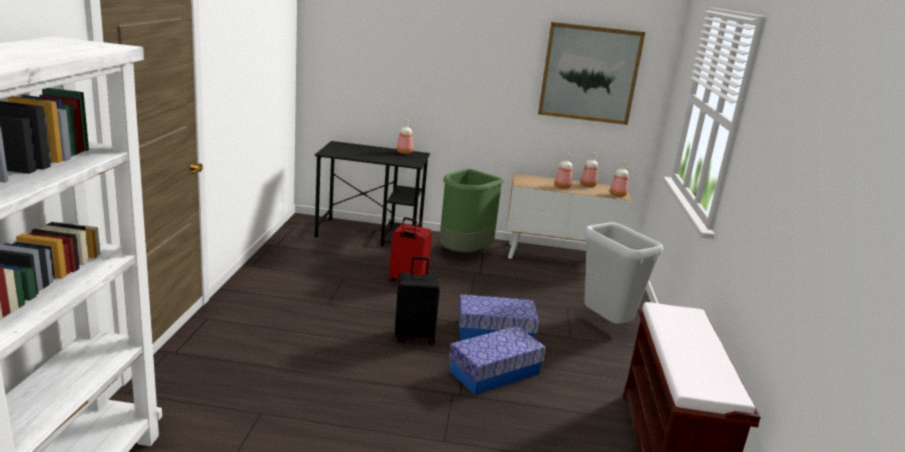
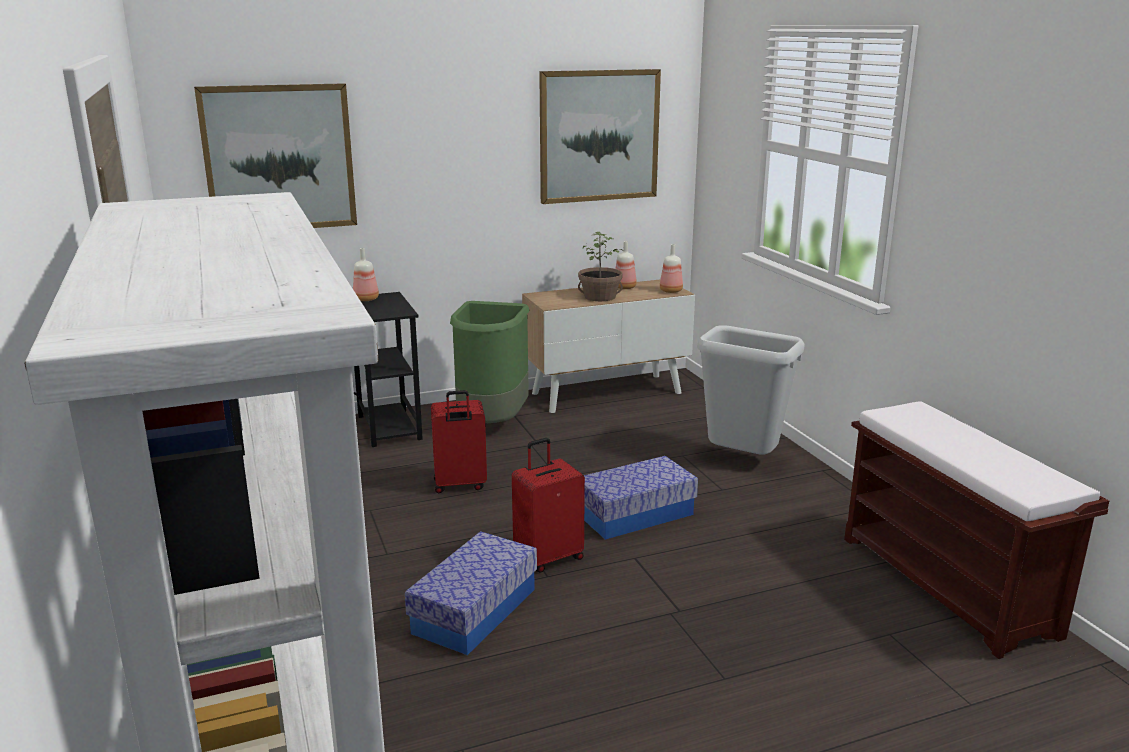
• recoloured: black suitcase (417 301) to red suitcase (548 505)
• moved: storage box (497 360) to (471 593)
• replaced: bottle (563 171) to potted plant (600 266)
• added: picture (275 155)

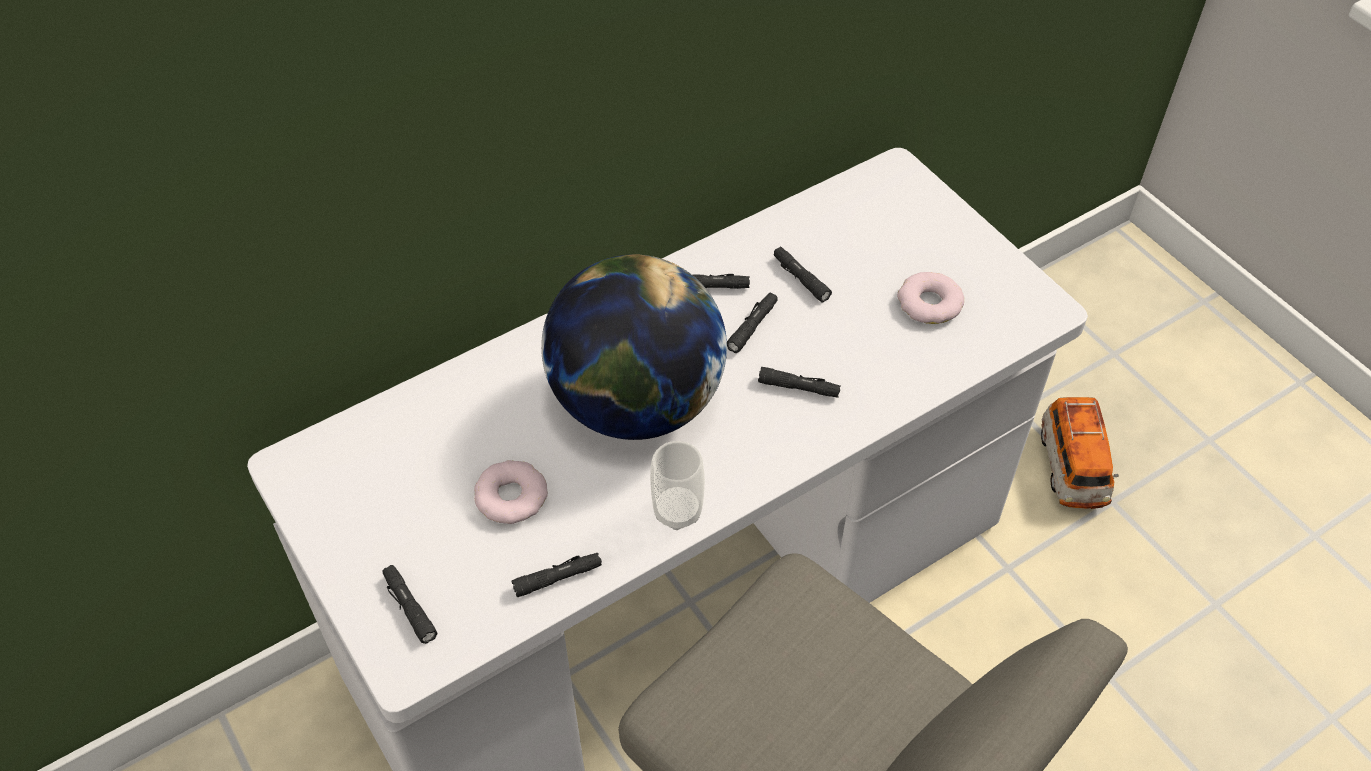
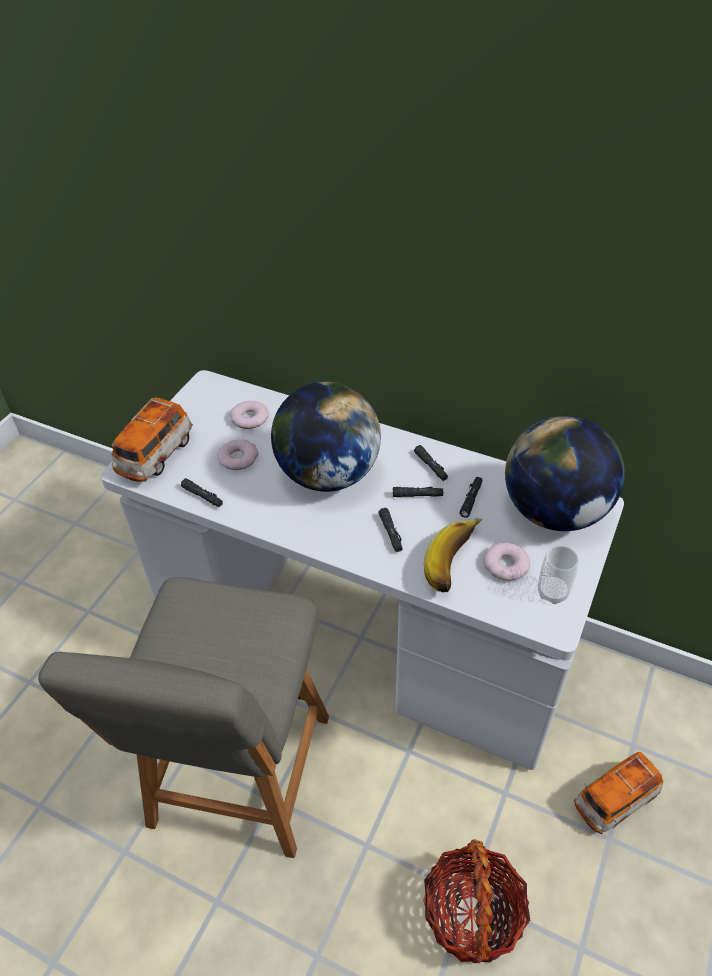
• replaced: black flashlight (410 604) to toy car (152 439)
• moved: cup (677 485) to (558 574)
• added: donut (249 415)
• added: basket (476 901)
• added: banana (453 555)
• added: globe (565 473)

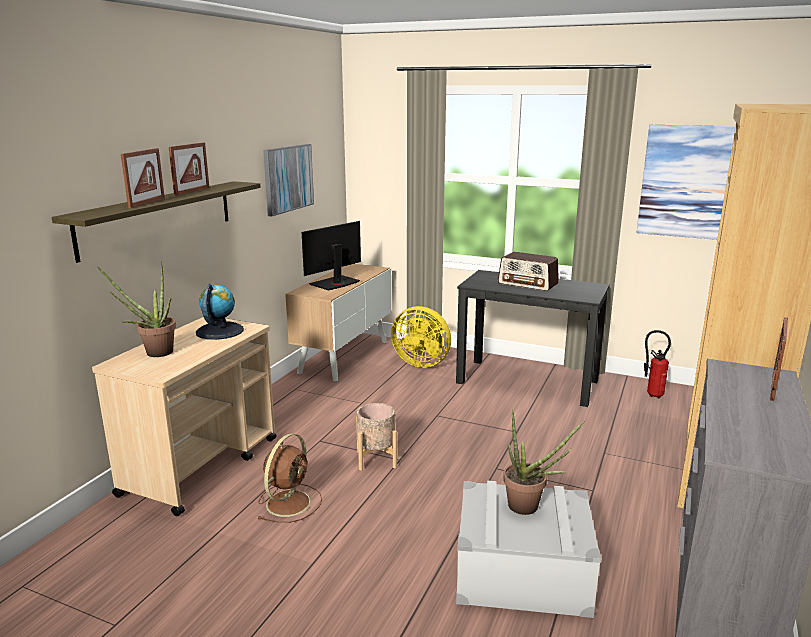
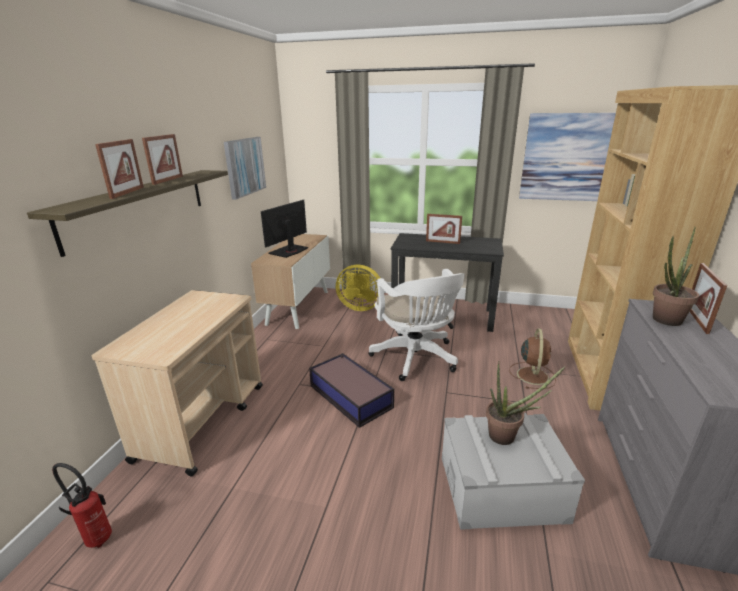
• moved: potted plant (136 309) to (676 276)
• removed: globe (220 312)
• moved: brown fan (290 478) to (532 358)
• replaced: beige planter (376 436) to storage box (351 390)
• replaced: radio (528 271) to picture frame (444 229)
• moved: fire extinguisher (657 364) to (82 505)
• added: white office chair (416 325)

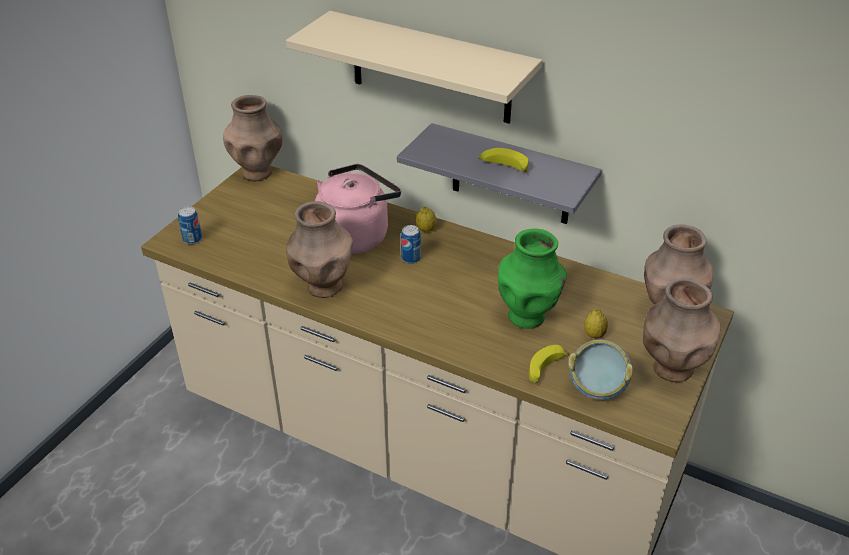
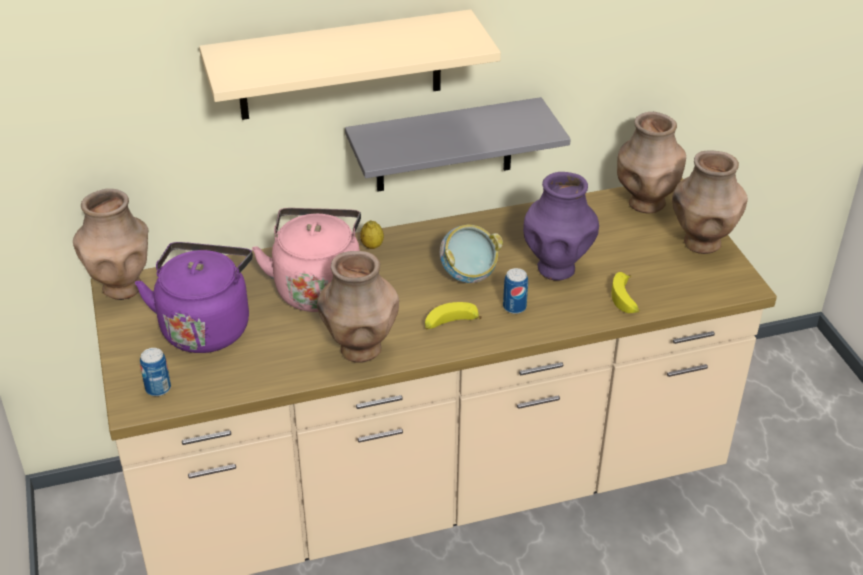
• moved: can (411 244) to (515 291)
• moved: banana (503 160) to (453 316)
• recoloured: green vase (532 279) to purple vase (561 226)
• moved: bowl (600 369) to (471 254)
• removed: lemon (596 323)
• added: purple kettle (194 297)

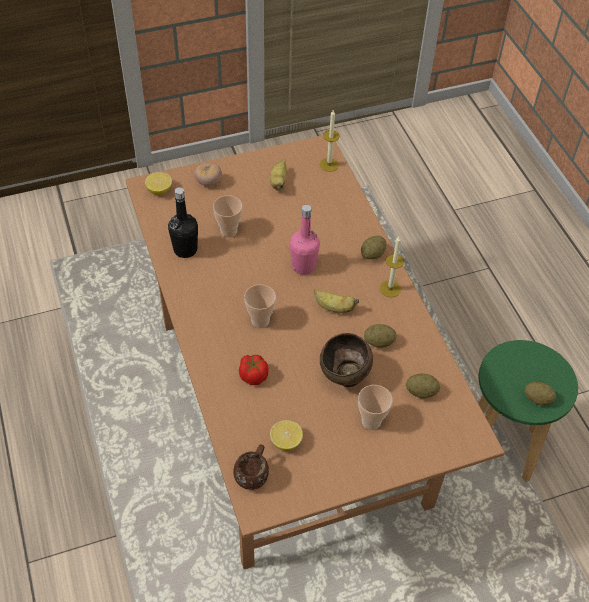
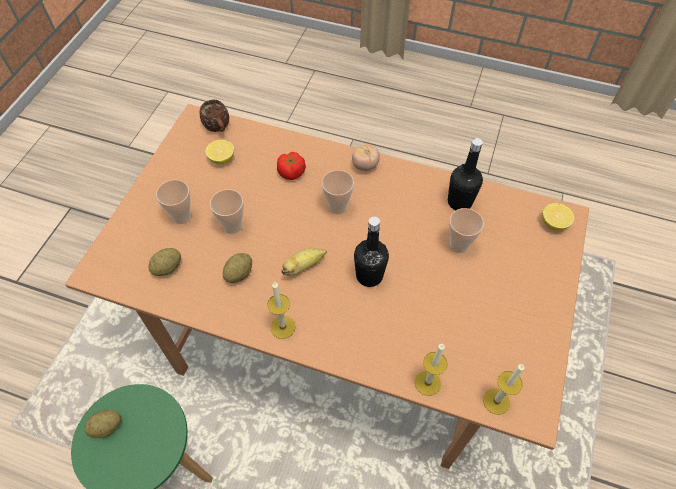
• moved: tomato (208 174) to (366 157)
• removed: banana (278 175)
• recoloured: pink bottle (305 240) to black bottle (371 252)
• replaced: brown bowl (346 360) to cup (227 211)
• removed: potato (374 247)
• added: candle (431 370)

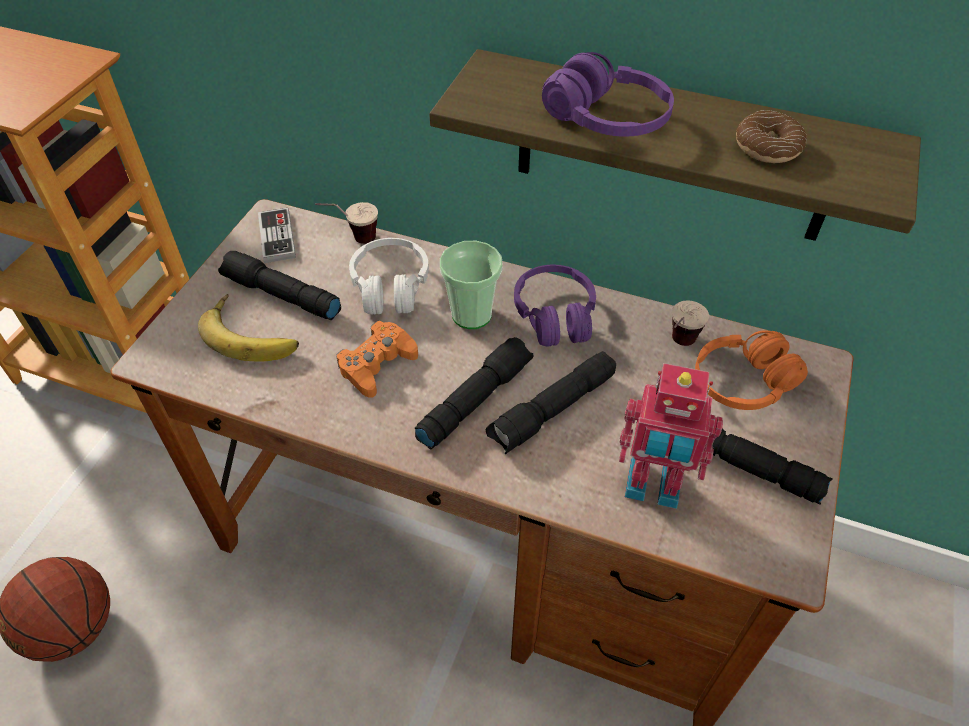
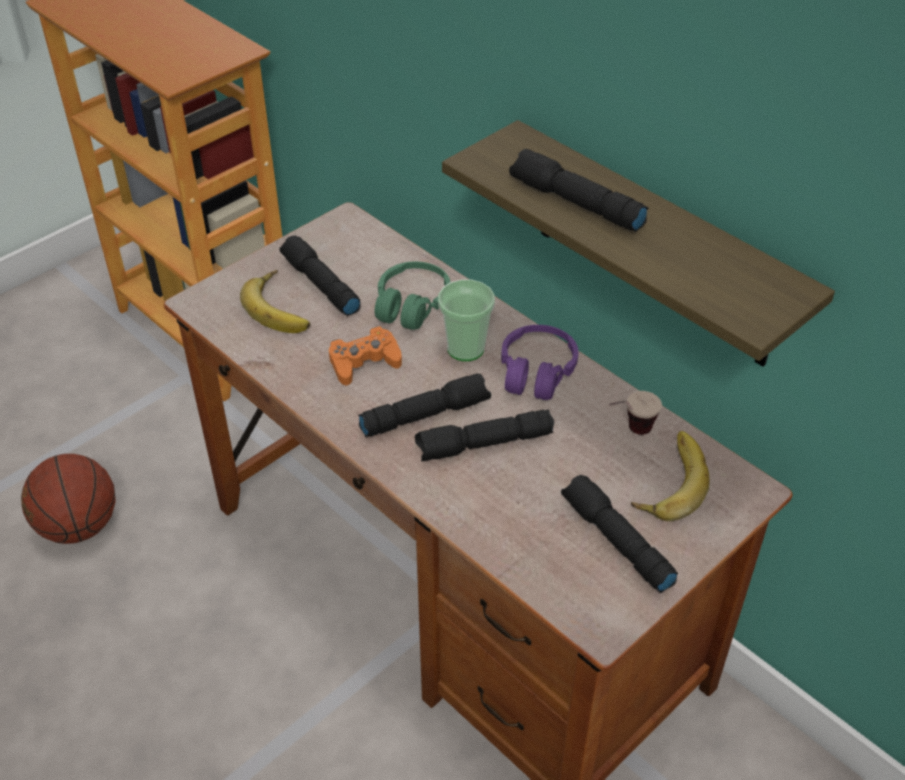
• removed: game controller (277 235)
• removed: cup (346 223)
• recoloured: white headphones (389 276) to green headphones (412 295)
• replaced: purple headphones (608 94) to black flashlight (578 190)
• removed: toy robot (671 436)
• replaced: orange headphones (751 370) to banana (670 476)
• removed: donut (771 136)

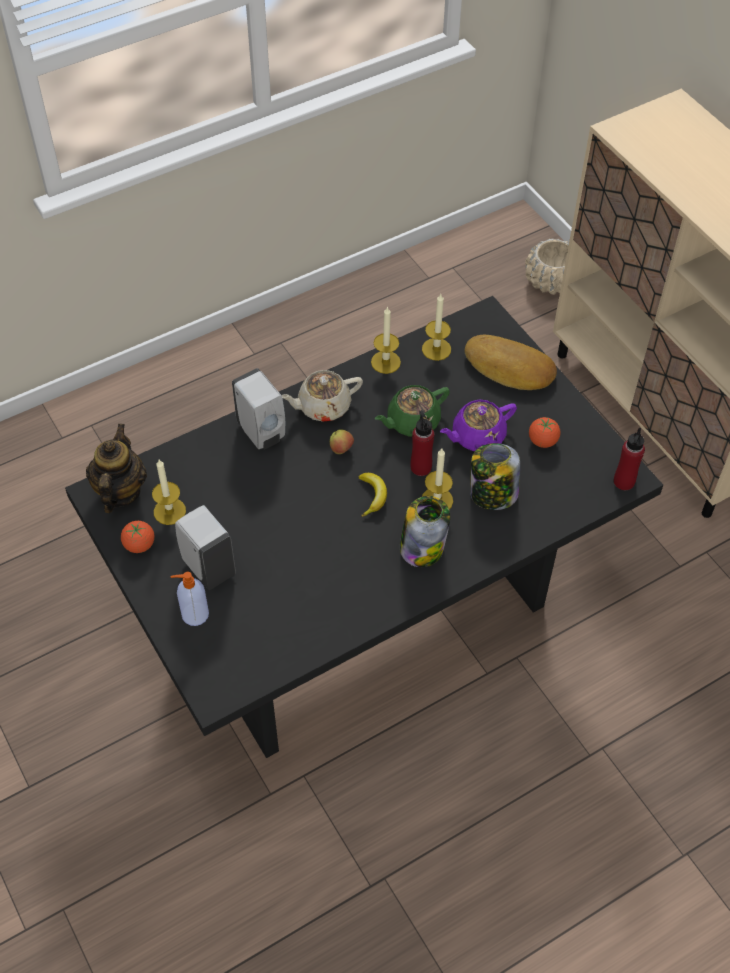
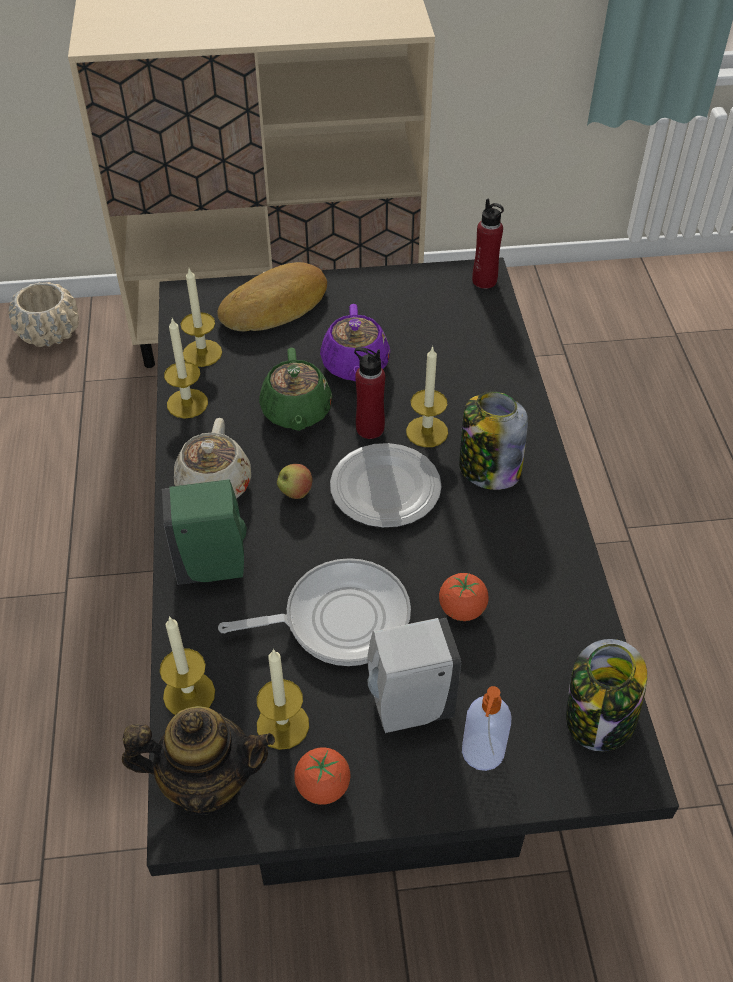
• turned: teapot (116 468) = (198 760) 150 degrees clockwise
• recoloured: white soap dispenser (258 408) to green soap dispenser (204 532)
• replaced: banana (373 495) to plate (386 485)
• moved: jar (495 476) to (606 695)
• moved: tomato (544 432) to (464 597)
• added: candle (187 665)
• added: frying pan (314 612)

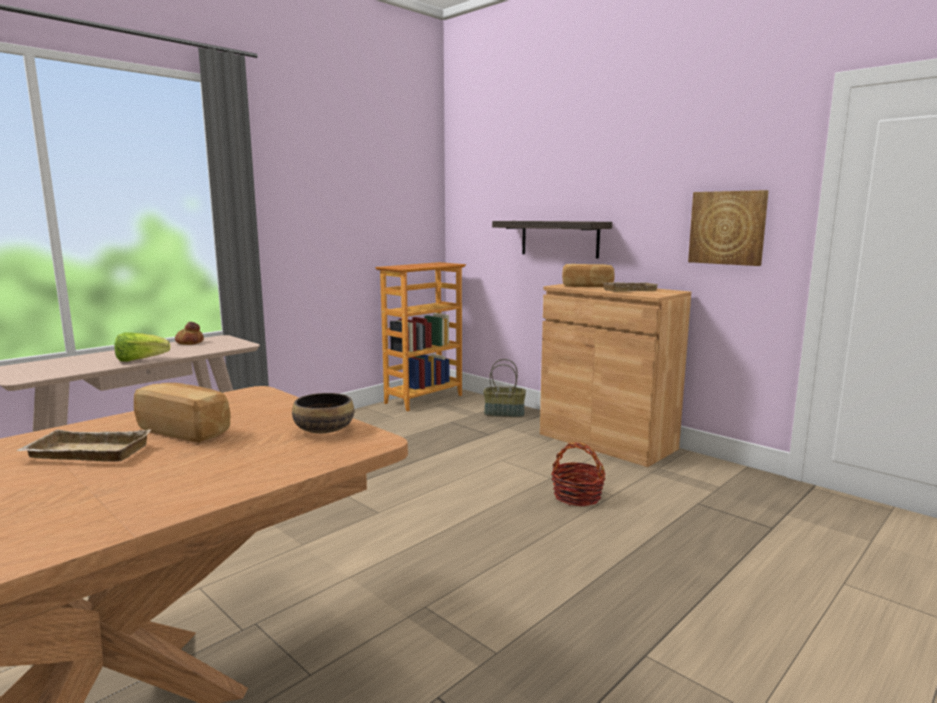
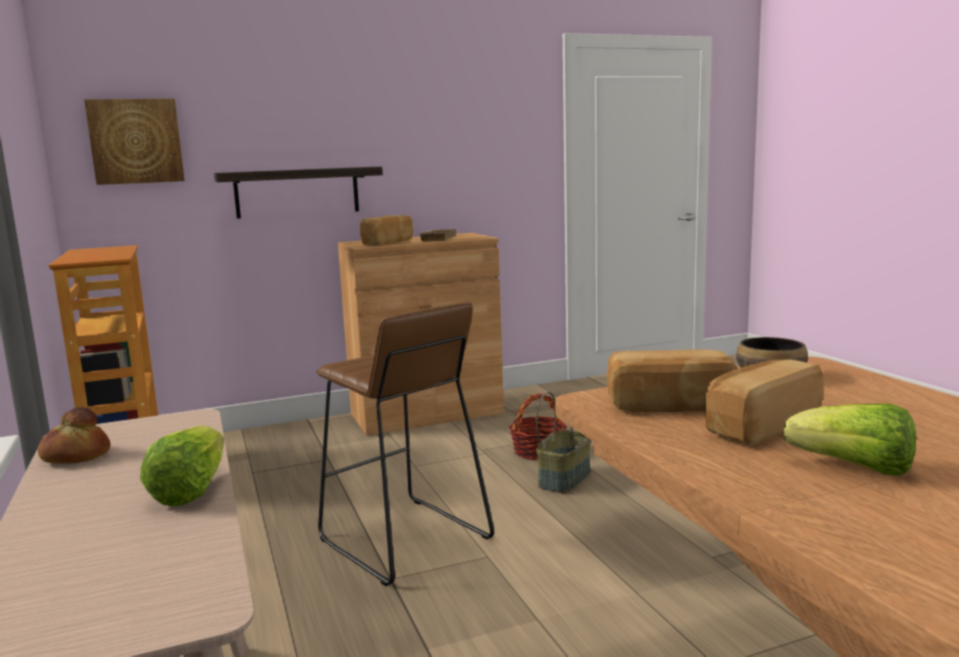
• replaced: beige tray (84 445) to lettuce (850 440)
• moved: basket (504 388) to (563 442)
• moved: picture (728 228) to (134 142)
• added: brown stool (405 444)
• added: bread (672 380)

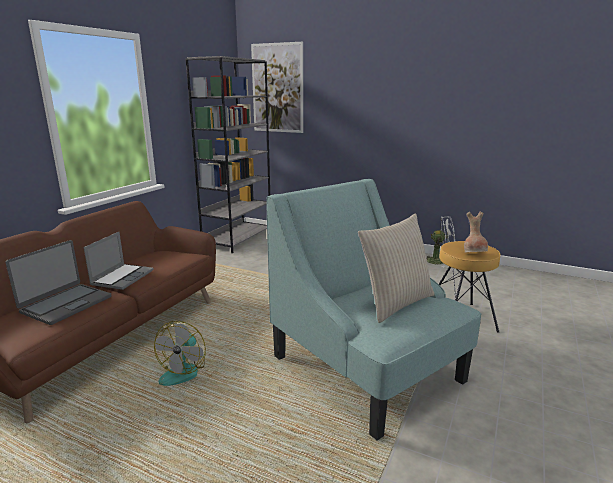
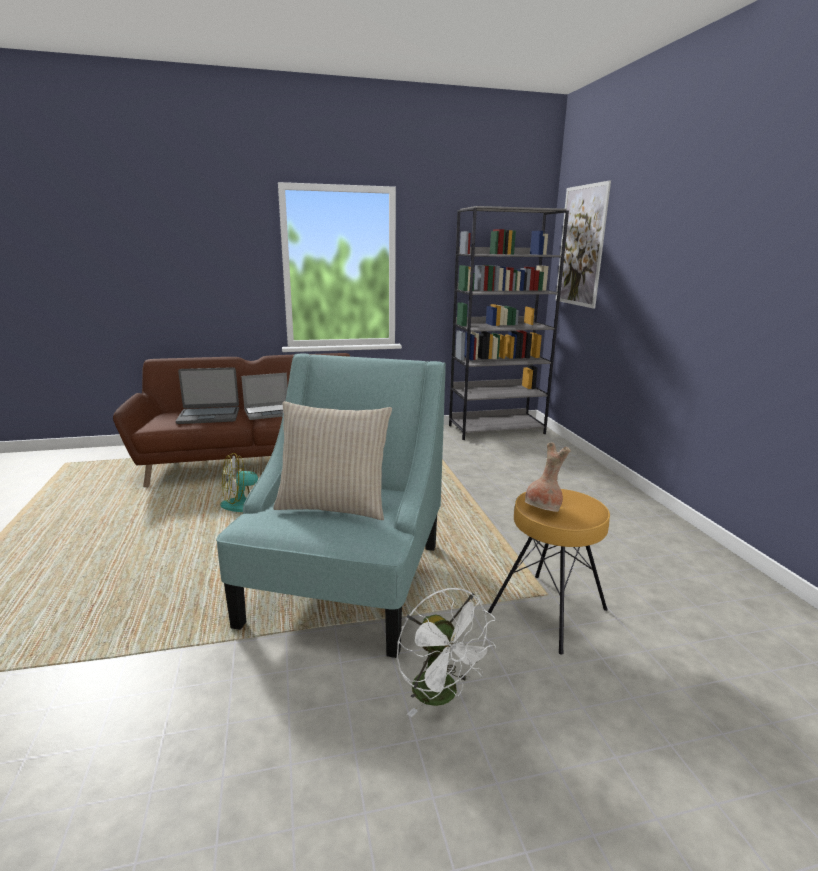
• moved: white fan (441 241) to (446 652)

